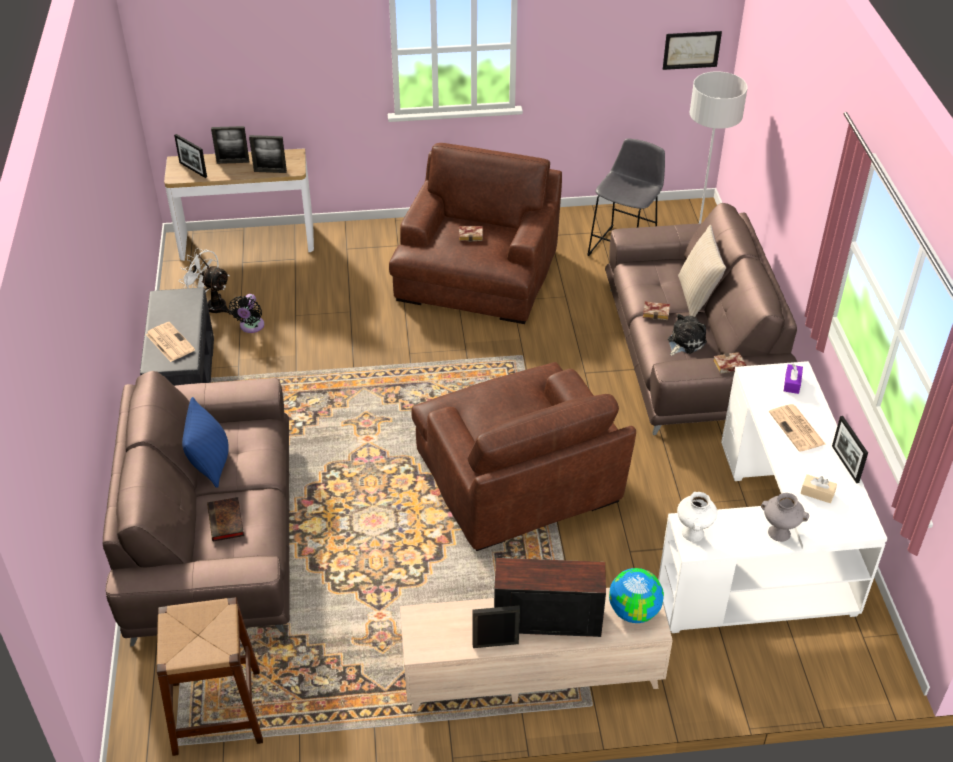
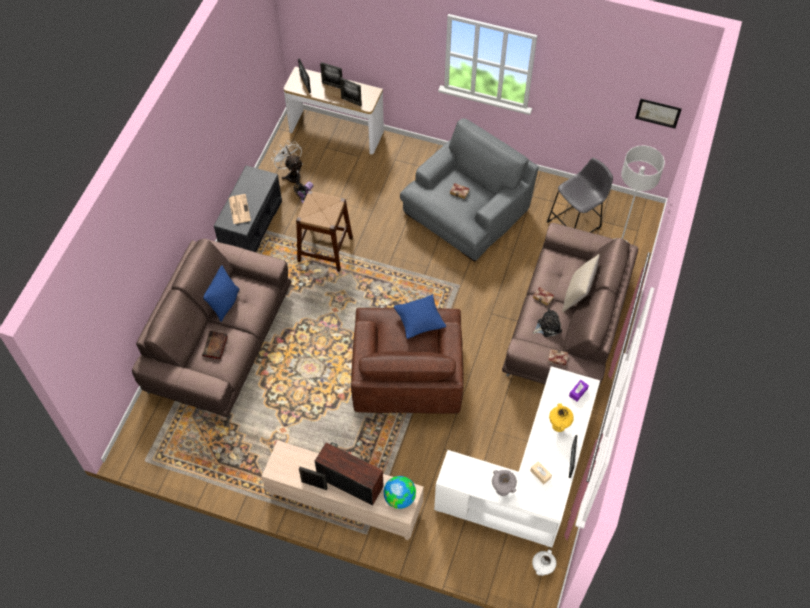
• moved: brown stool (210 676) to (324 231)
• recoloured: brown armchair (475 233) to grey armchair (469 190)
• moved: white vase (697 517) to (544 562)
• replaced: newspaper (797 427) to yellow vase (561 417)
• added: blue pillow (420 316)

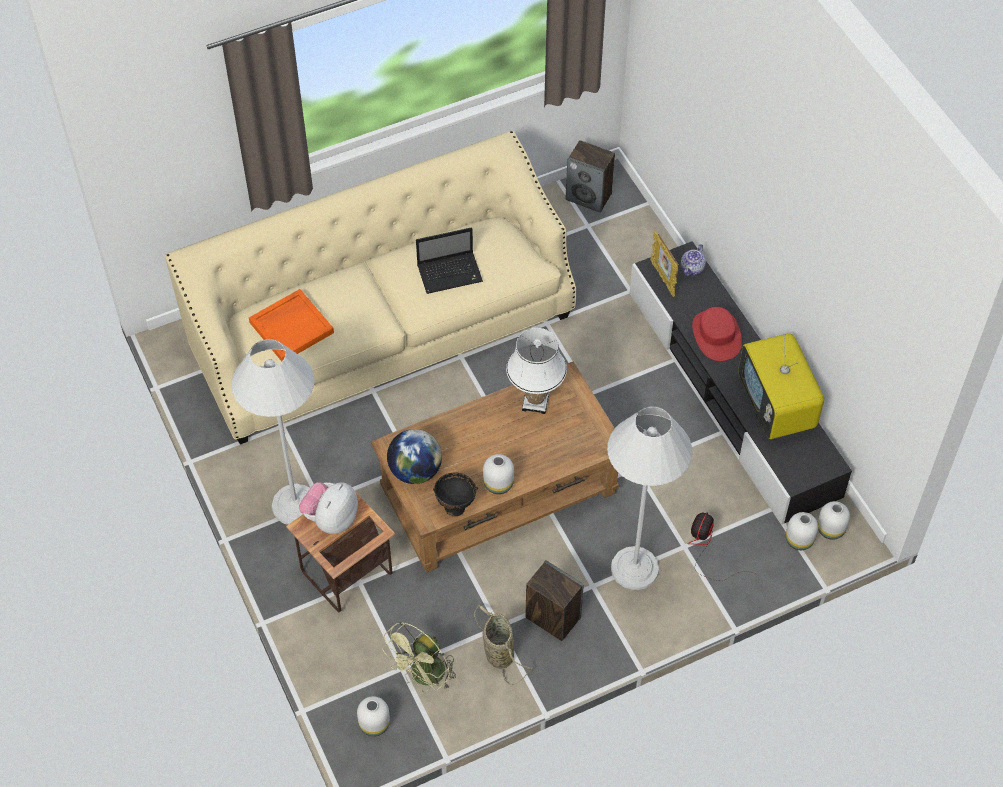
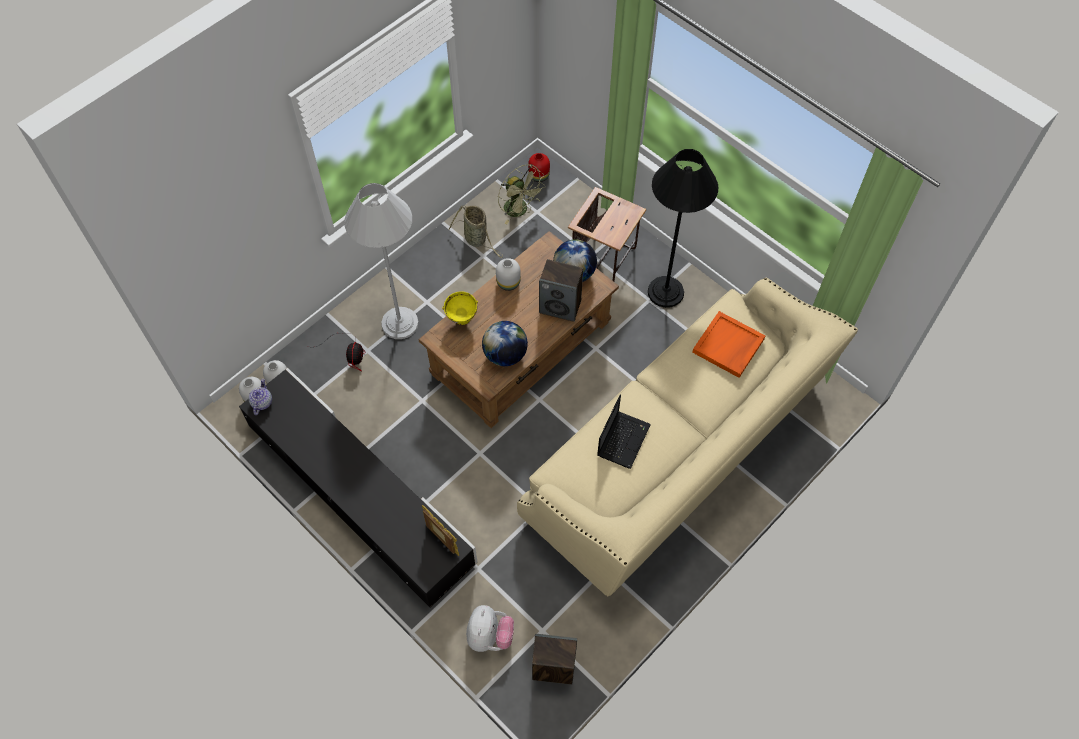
• recoloured: white floor lamp (272 432) to black floor lamp (683 228)
• moved: plush toy (328 508) to (490 628)
• recoloured: white vase (373 716) to red vase (539 167)
• turned: green fan (419 657) = (522 194) 120 degrees clockwise
• turned: laptop (449 260) = (624 432) 150 degrees clockwise
• removed: black bowl (455 494)
• replaced: white table lamp (536 371) to globe (505 343)
• moved: speaker (555 600) to (561 290)
• moved: teapot (693 260) to (260 397)
• removed: red hat (717 334)
• removed: television (781 386)
• added: yellow bowl (460 308)

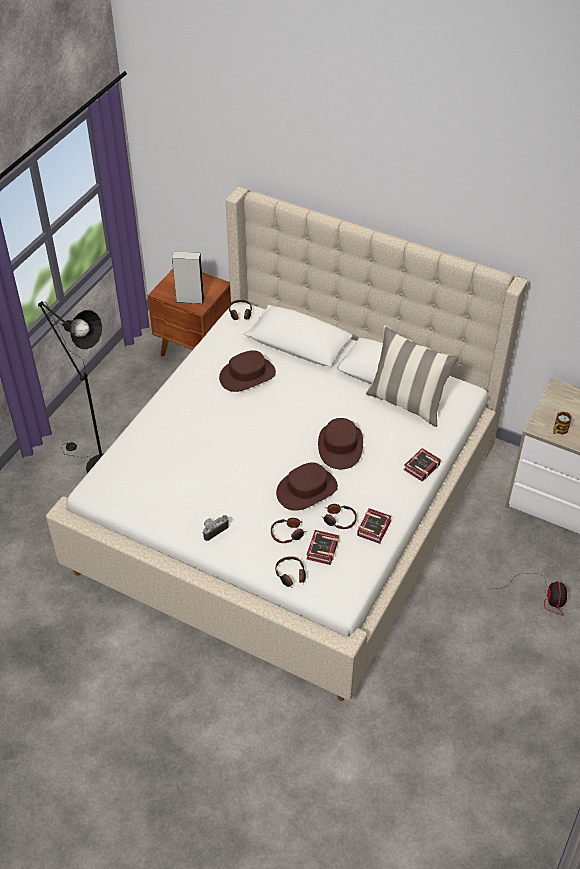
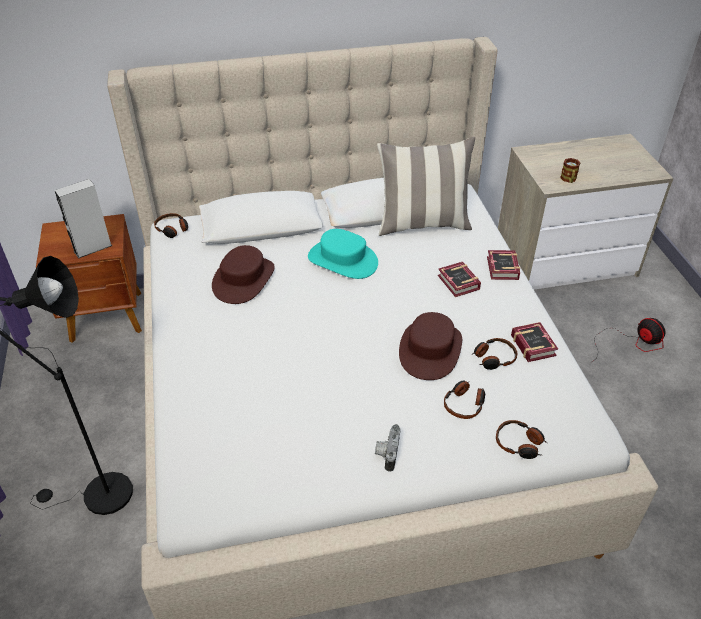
• moved: book (322 547) to (459 279)
• removed: brown hat (340 443)
• added: turquoise hat (343 254)

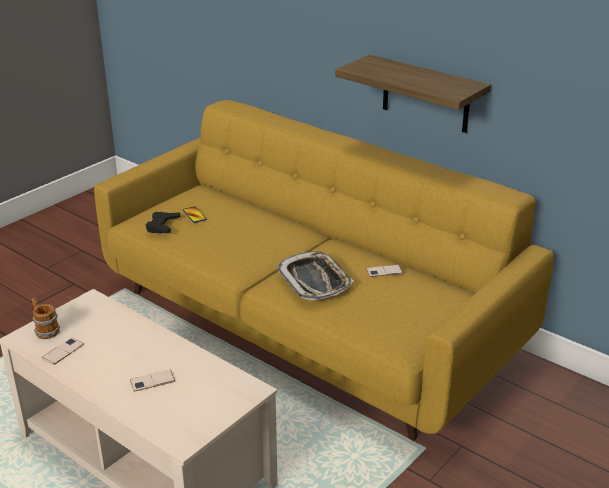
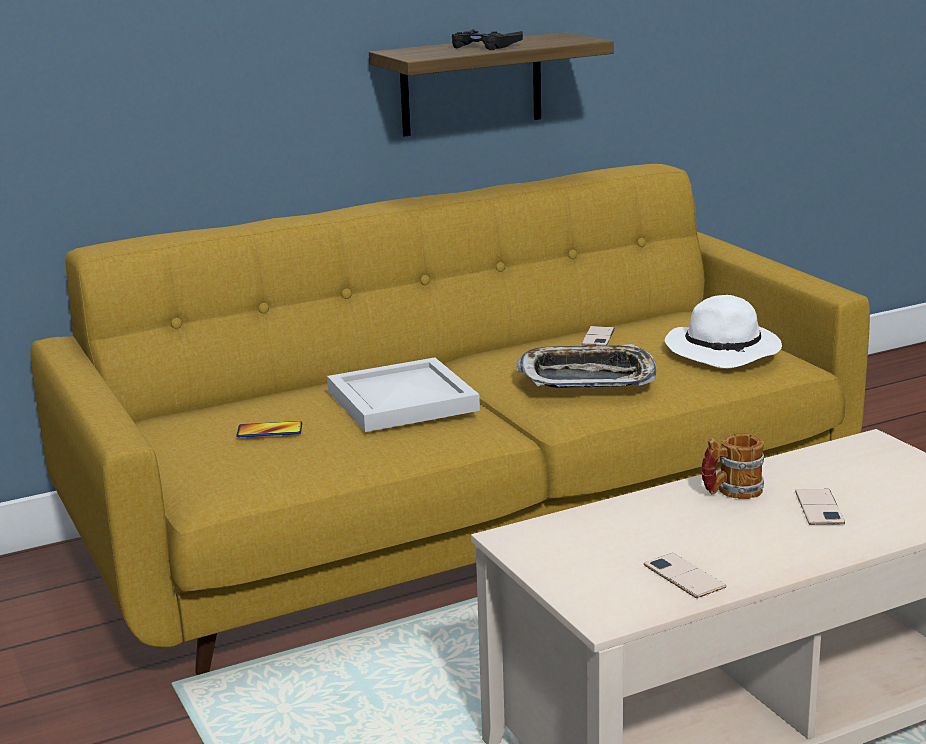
• moved: mug (45 318) to (732 466)
• moved: black game controller (163 222) to (487 39)
• added: white tray (403 395)
• added: white hat (723 331)

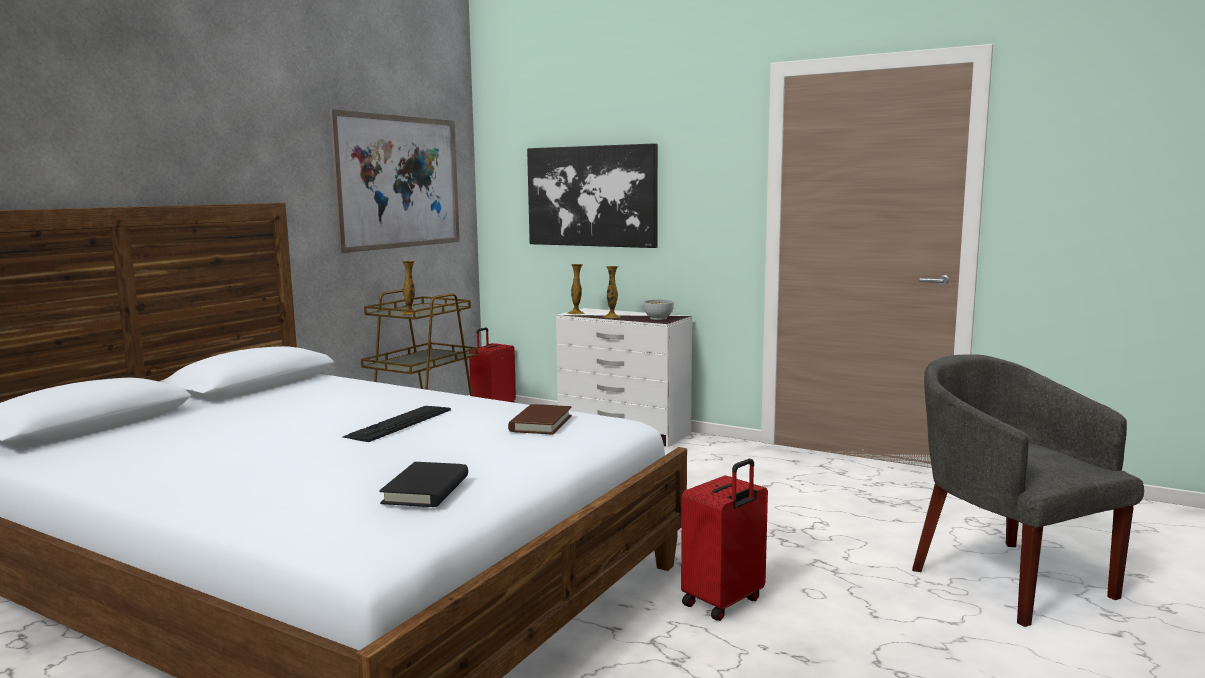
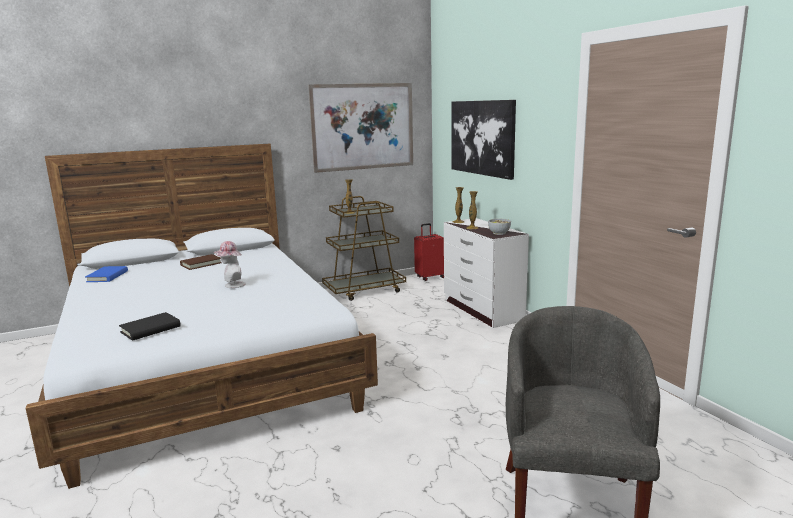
• replaced: keyboard (397 424) to hat (230 264)
• moved: brown book (540 419) to (201 262)
• removed: red suitcase (724 540)
• added: blue book (106 274)

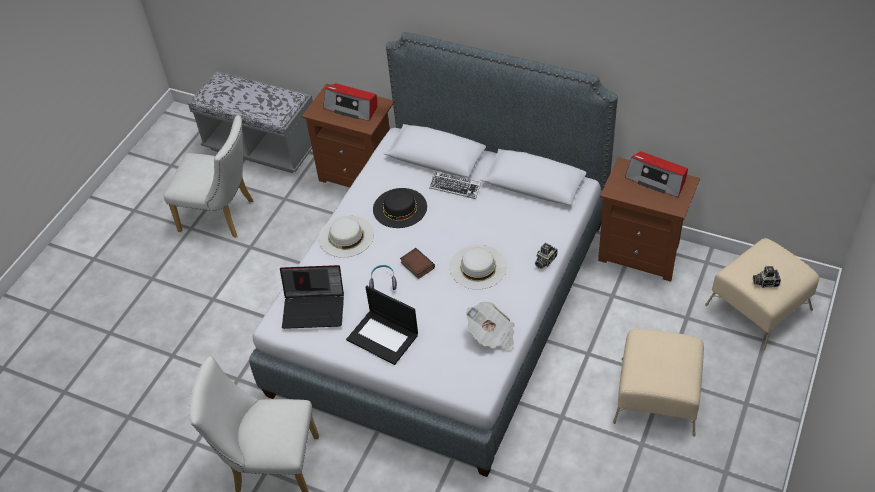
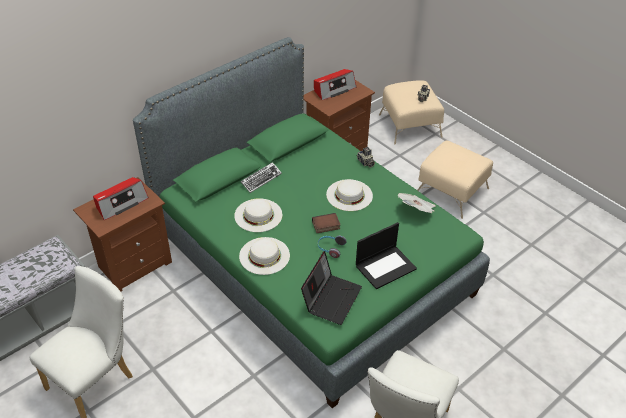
• recoloured: grey bed (433 254) to green bed (311 222)
• recoloured: black hat (400 208) to white hat (258 215)

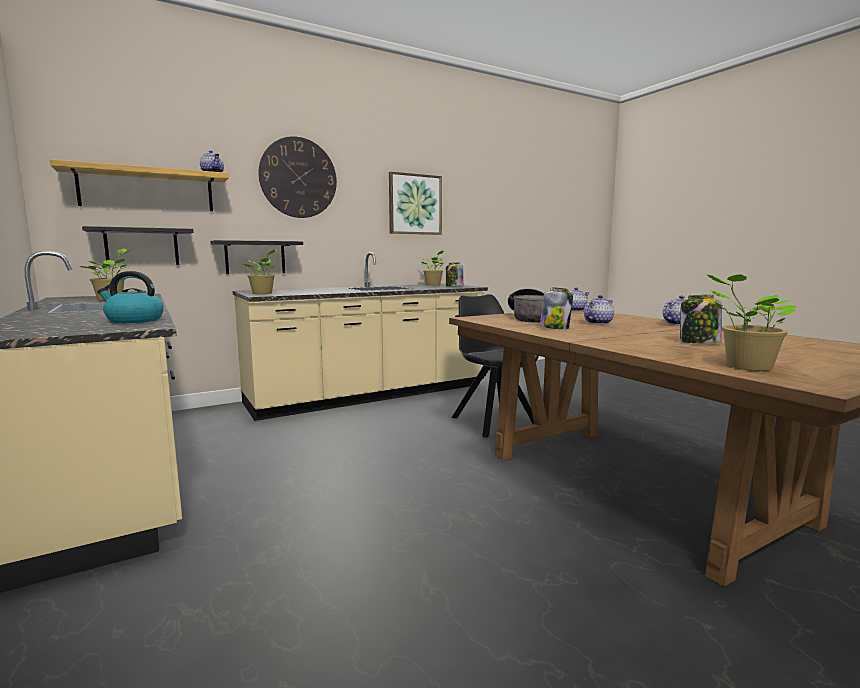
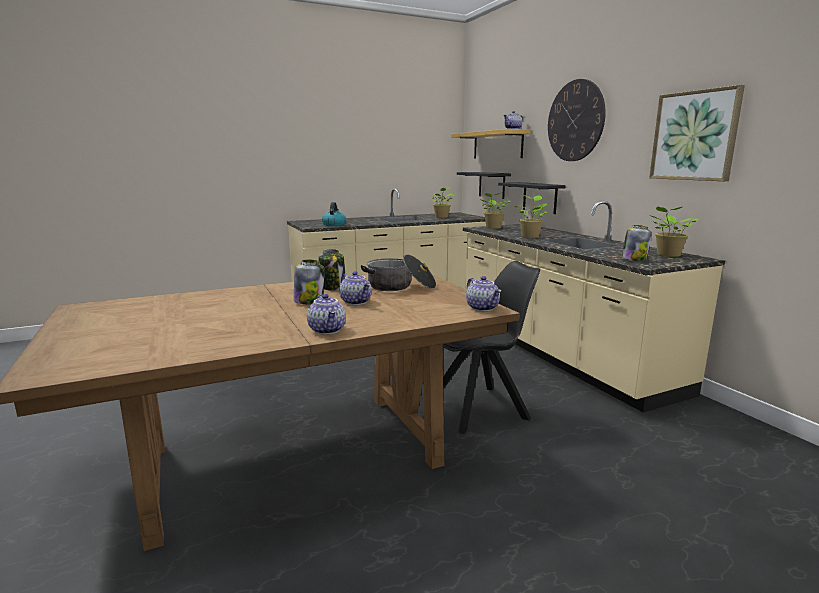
• moved: jar (701 319) to (309 282)
• moved: potted plant (751 322) to (530 216)

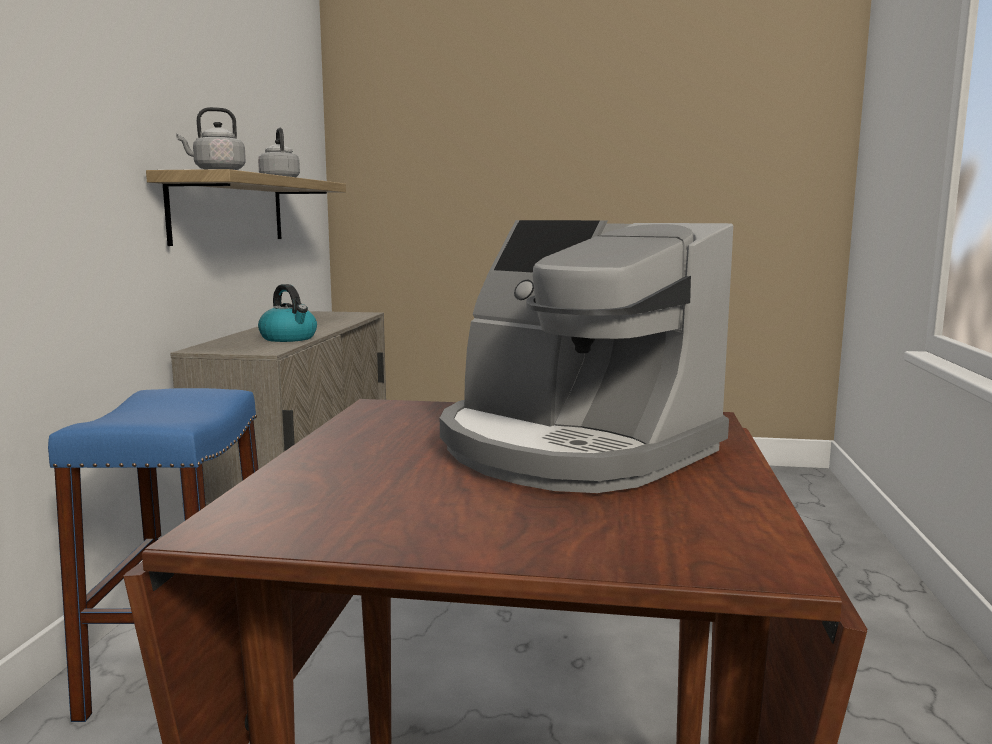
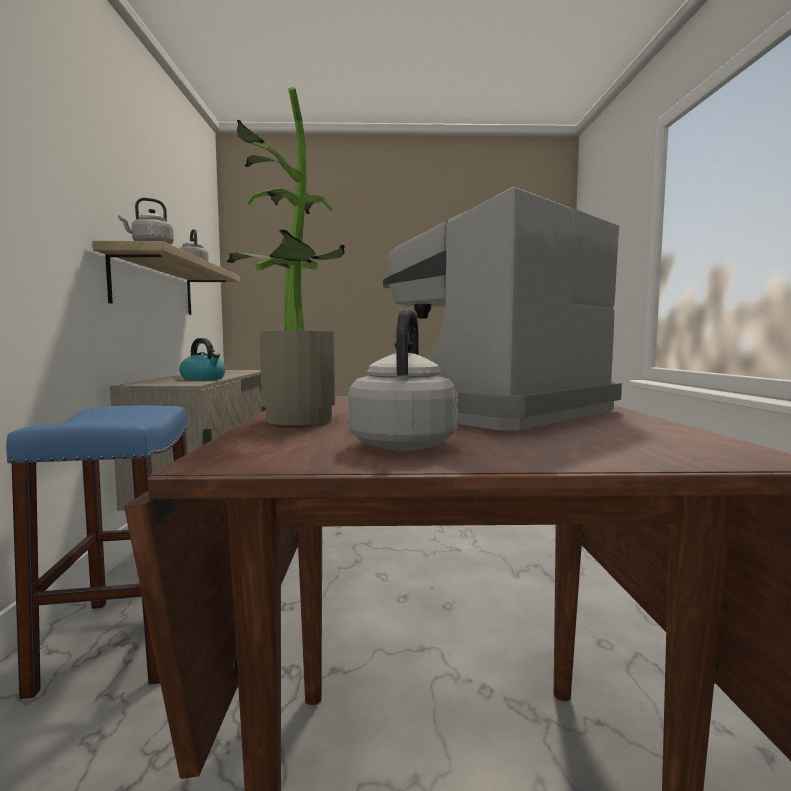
• turned: coffee machine (586 356) = (502 308) 105 degrees clockwise
• added: potted plant (286 256)
• added: grey kettle (403 379)

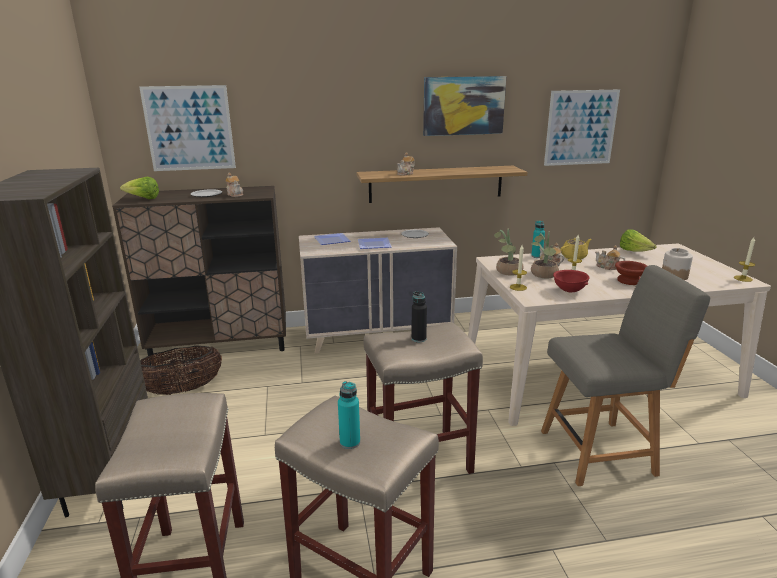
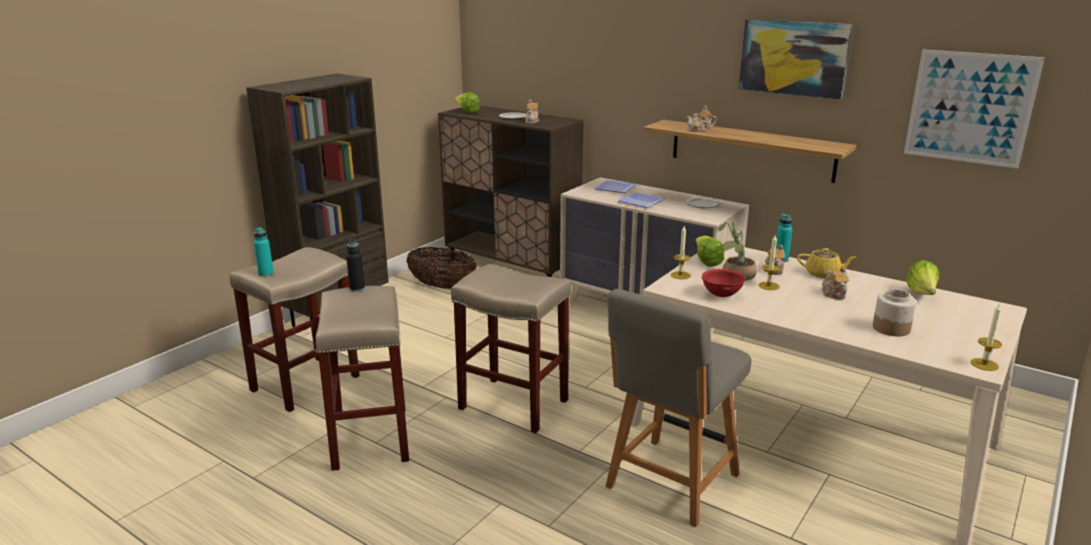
• removed: picture (187 128)
• moved: turquoise bottle (349 415) to (264 252)
• moved: black bottle (419 316) to (355 265)
• replaced: potted plant (508 252) to lettuce (709 251)
• turned: grey chair (625 375) = (678 408) 90 degrees clockwise
• removed: brown bowl (631 273)

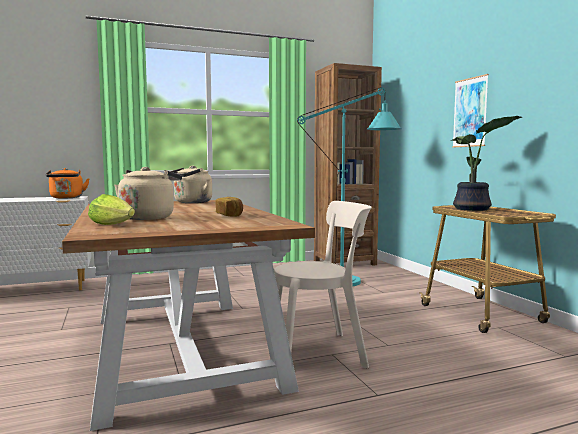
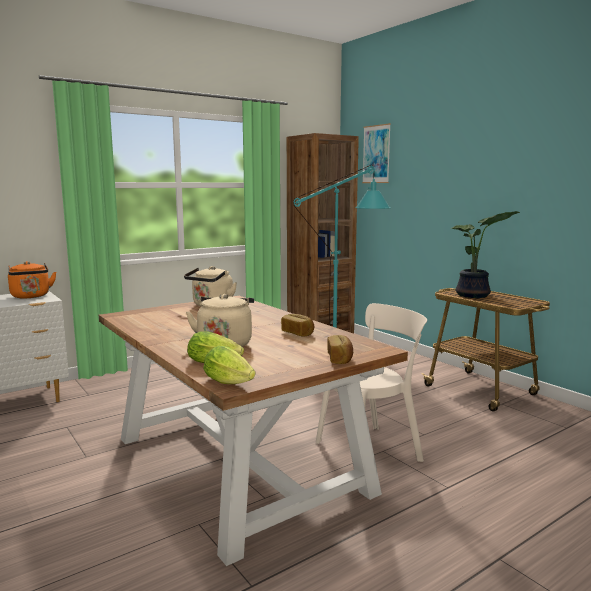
• moved: picture (470 110) to (376 153)
• added: lettuce (229 365)
• added: bread (340 349)

